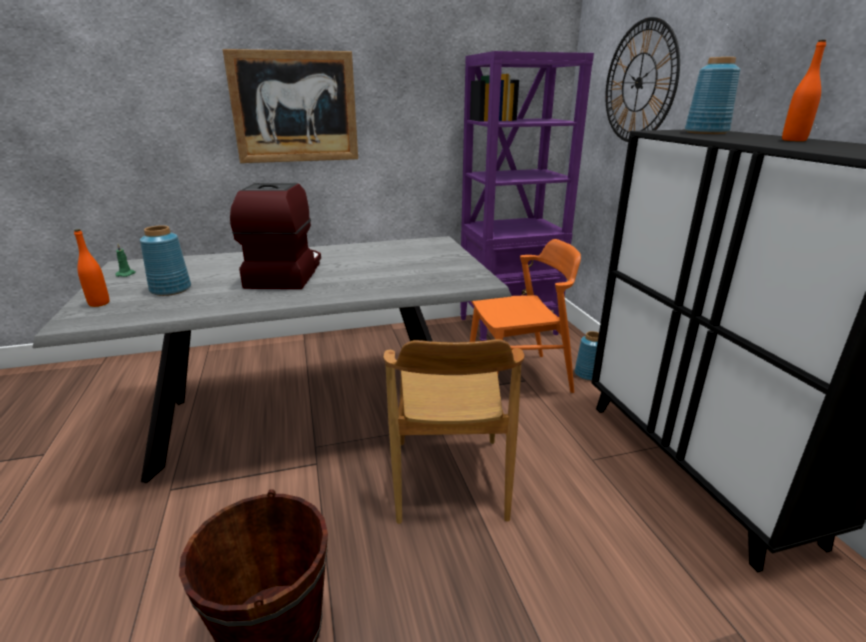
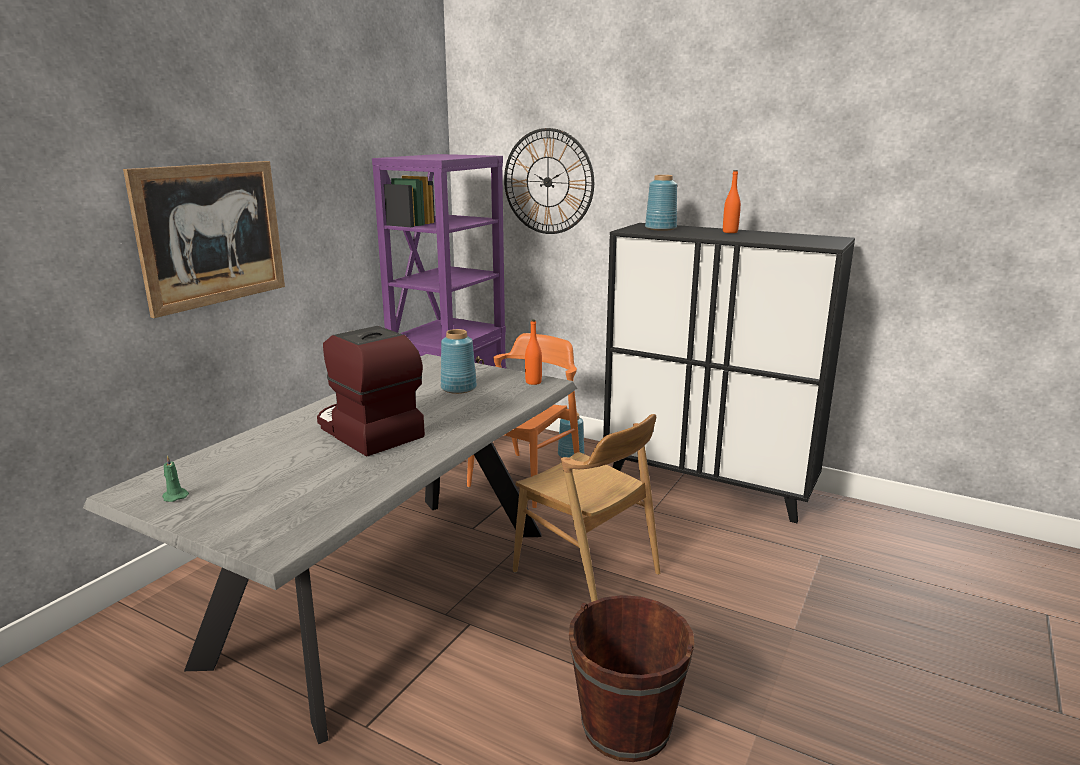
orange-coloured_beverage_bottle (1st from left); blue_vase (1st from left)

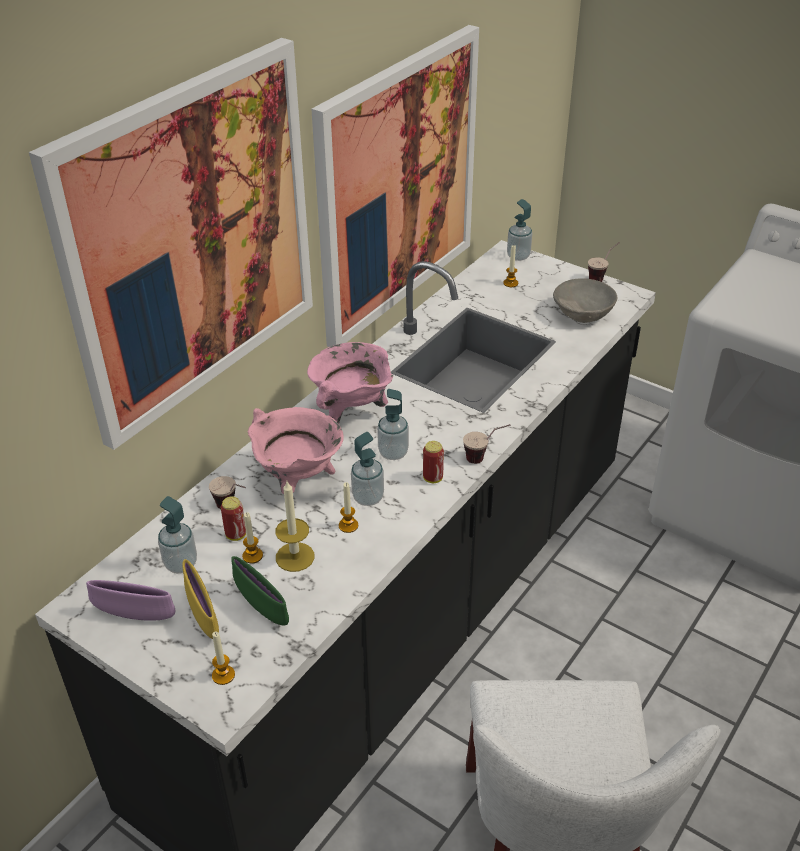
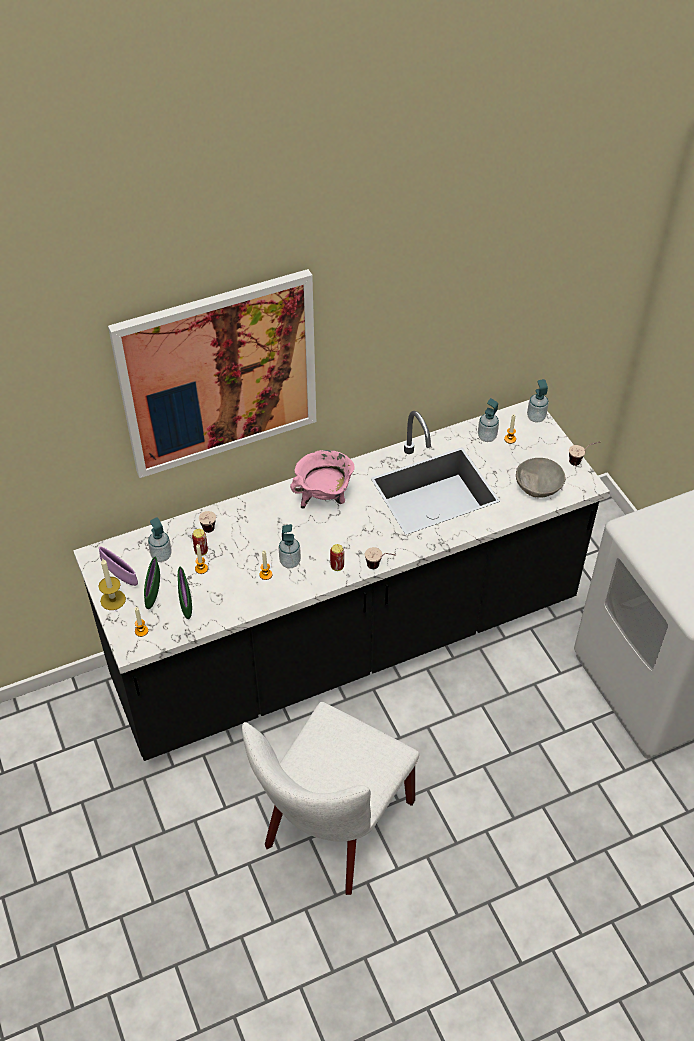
pinkish_stockpot (1st from left in the first image); wall_picture (2nd from left in the first image); candle (1st from left); liquid_soap_bottle (3rd from left); green_bowl (1st from left)

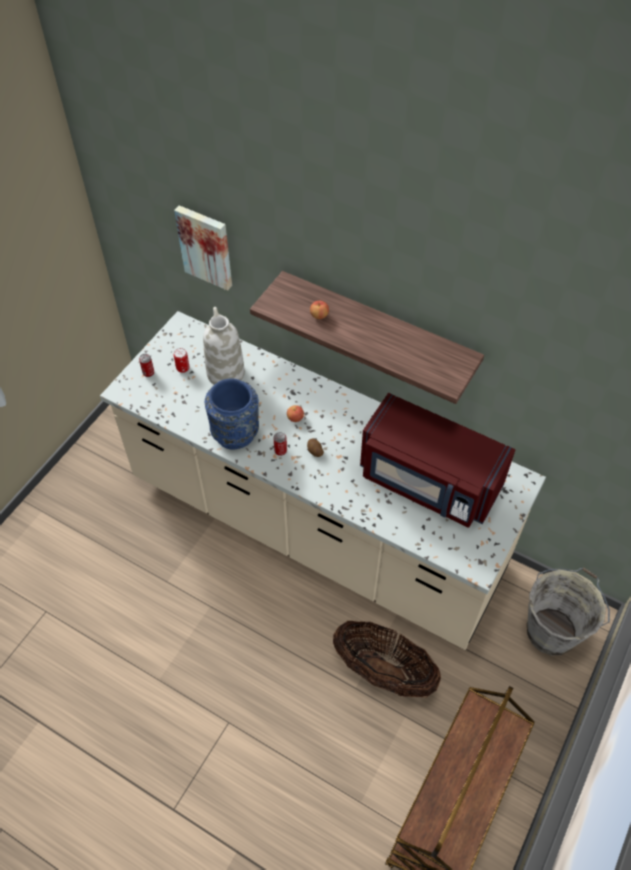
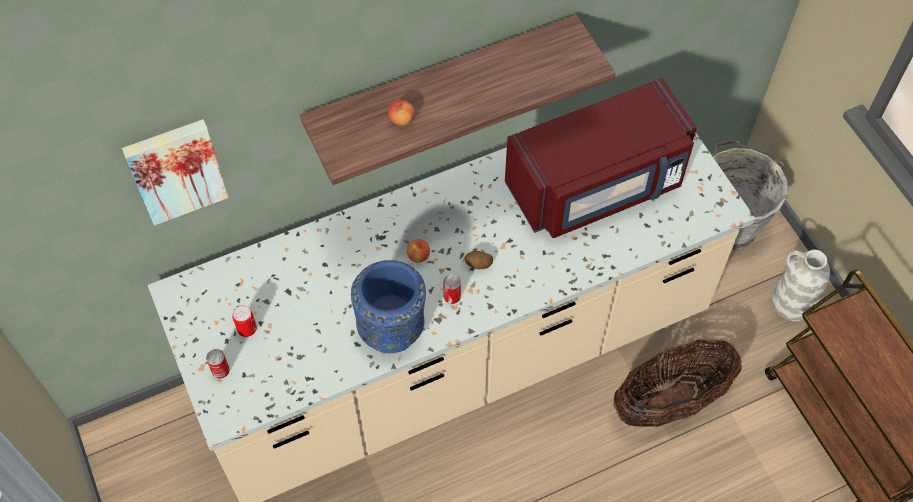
white_vase

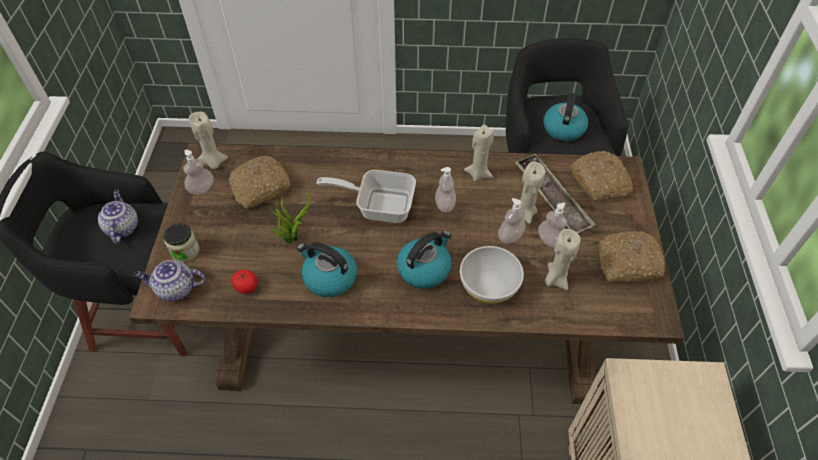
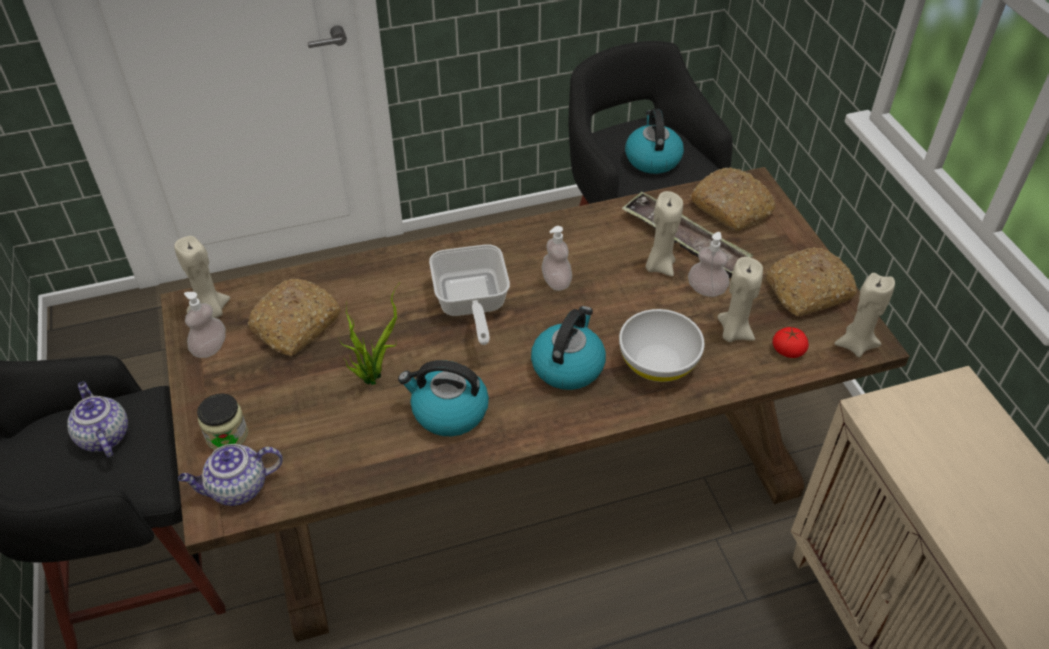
liquid_soap_bottle (3rd from left in the first image); whole_tomato; sand-coloured_candle (4th from left); pan

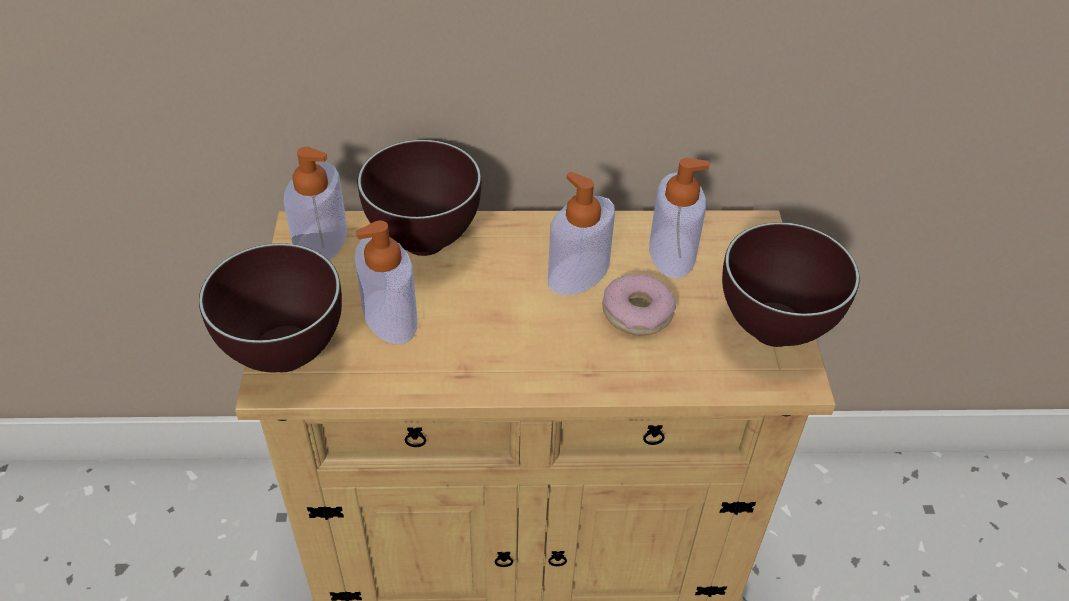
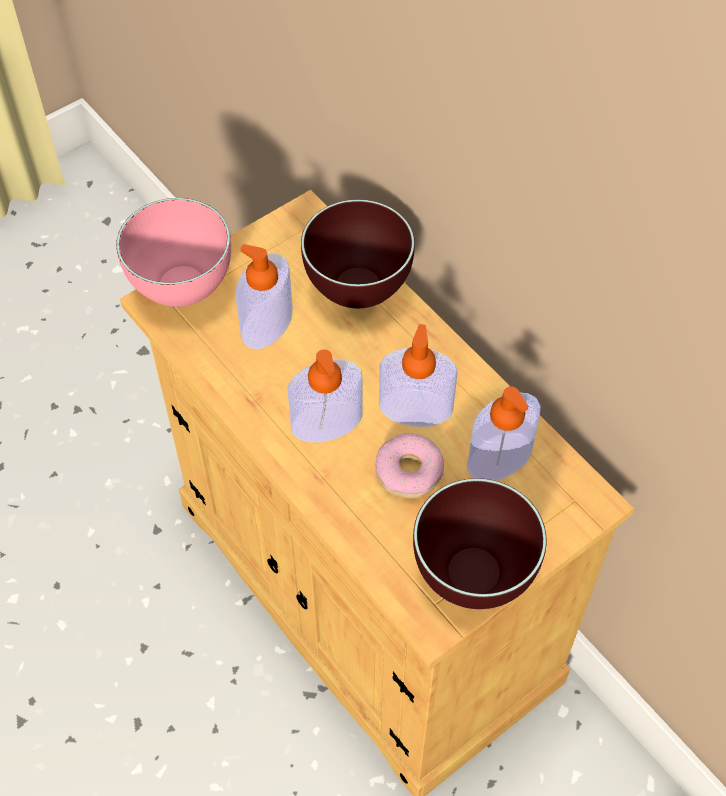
liquid_soap_bottle (2nd from left); pinkish_bowl

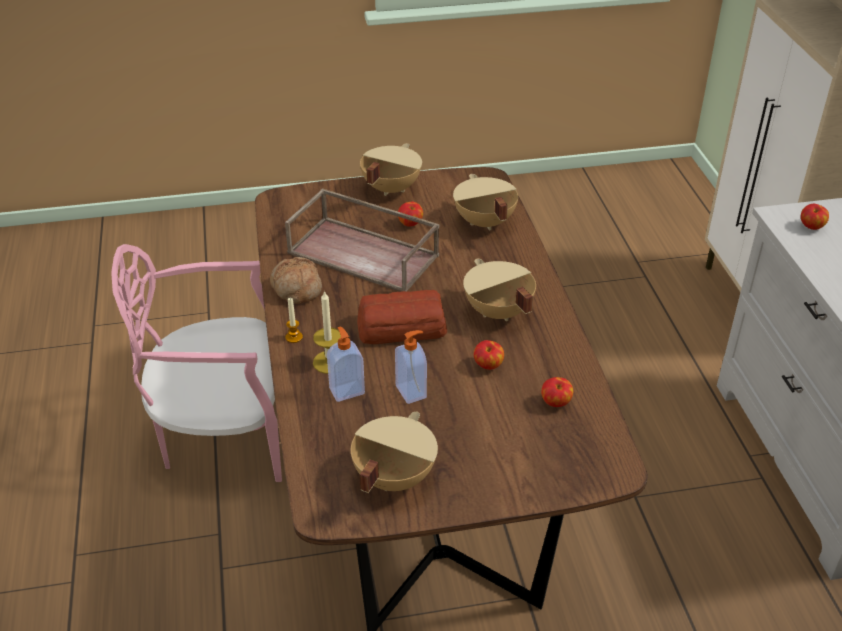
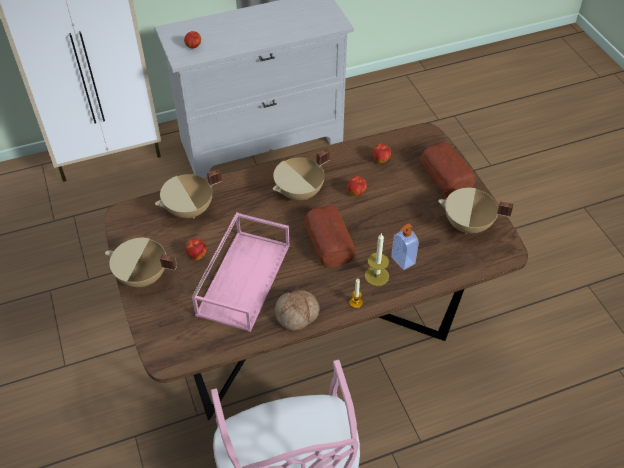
liquid_soap_bottle (2nd from left in the first image); bread (3rd from left); pinkish_tray

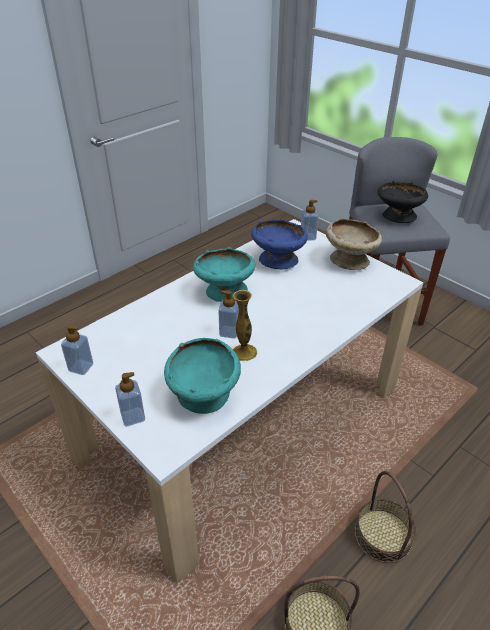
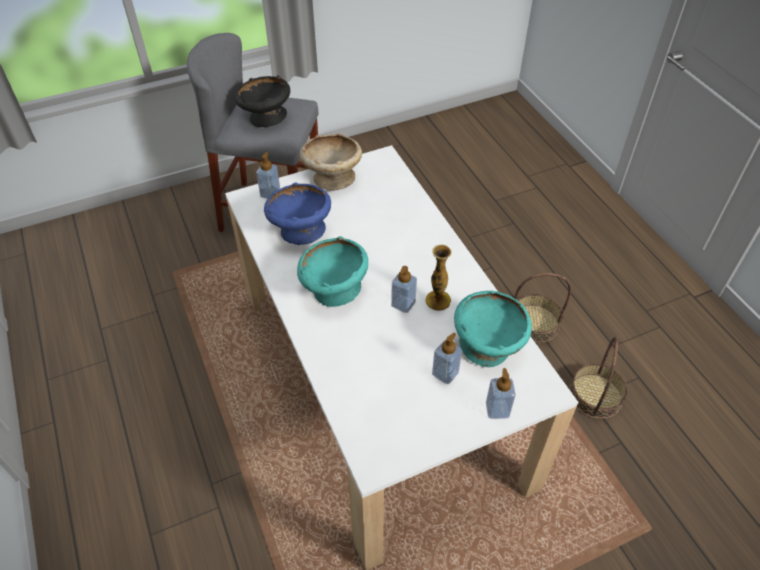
liquid_soap_bottle (3rd from left)

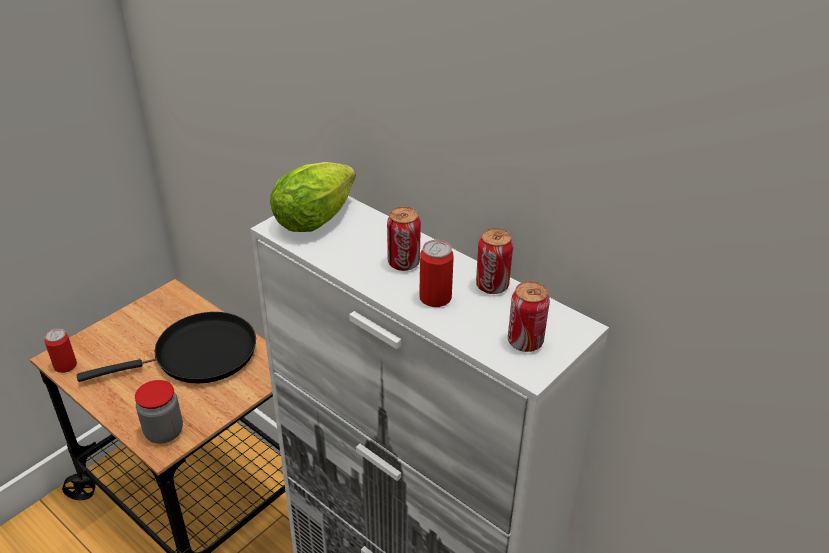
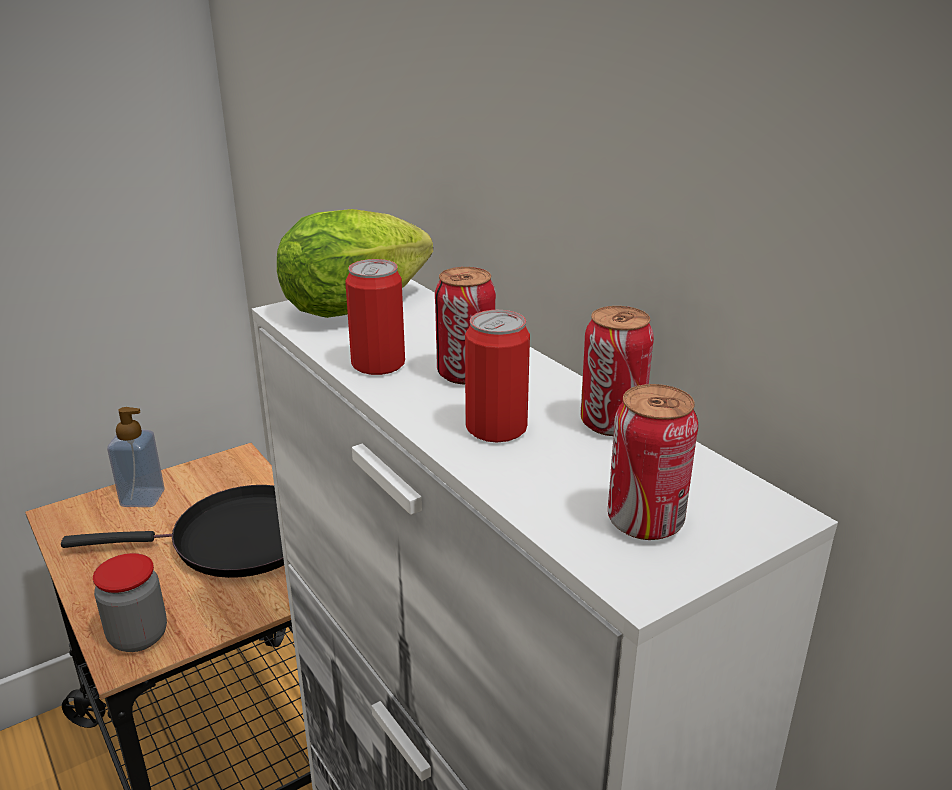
liquid_soap_bottle; sealed_can (1st from left)

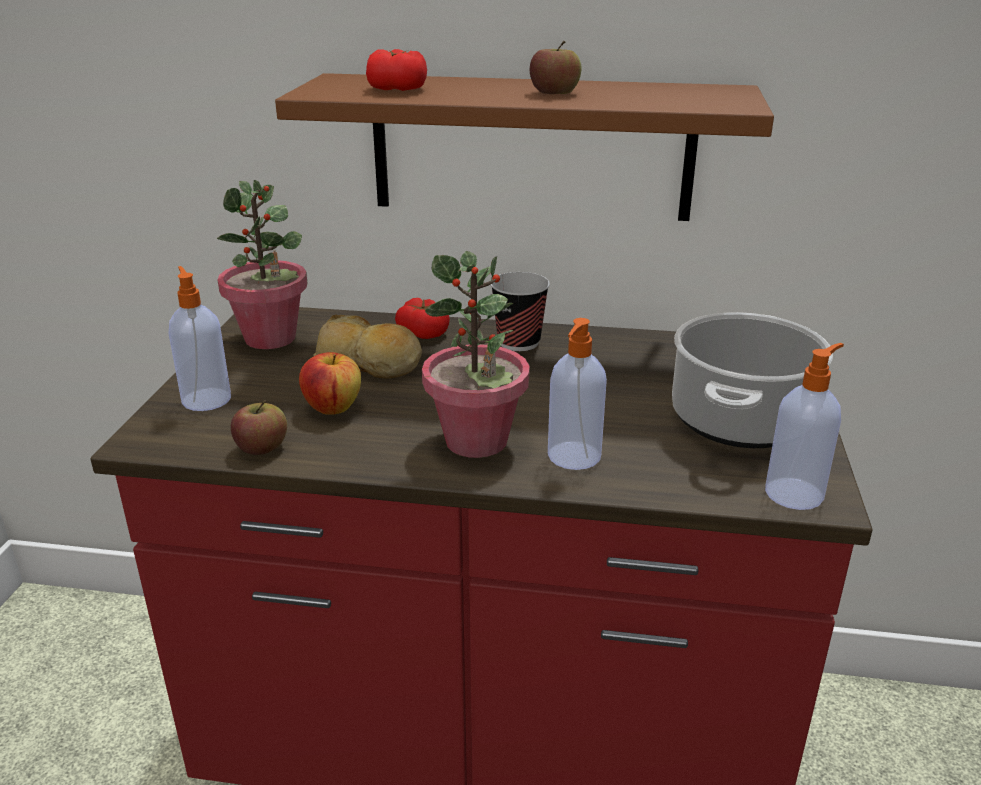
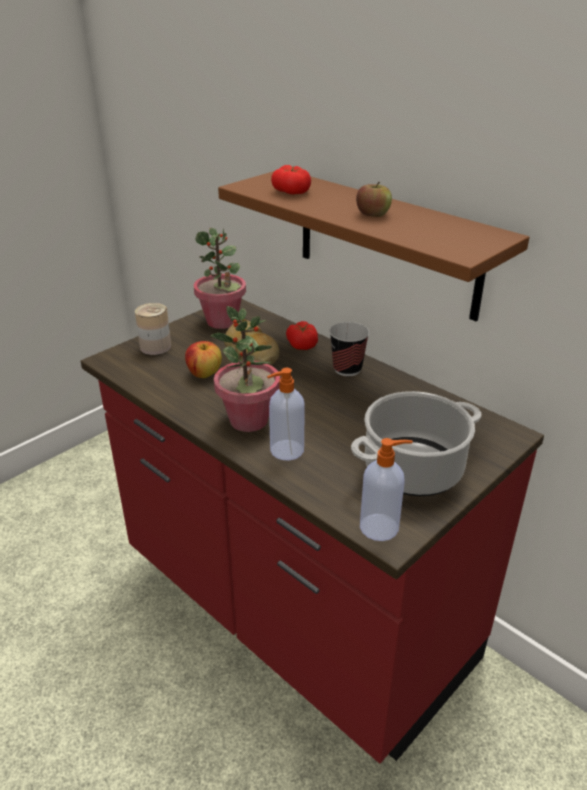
apple (1st from left in the first image); sealed_can

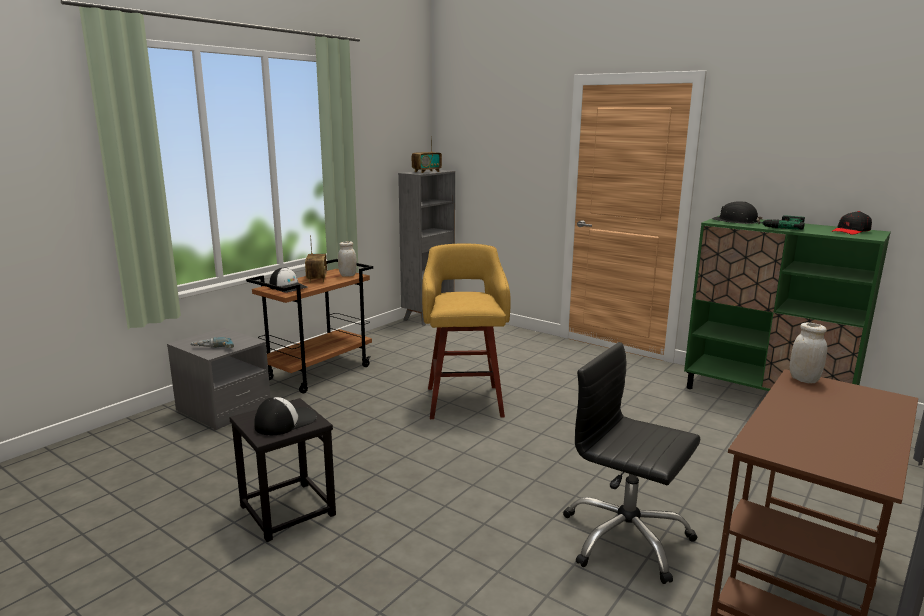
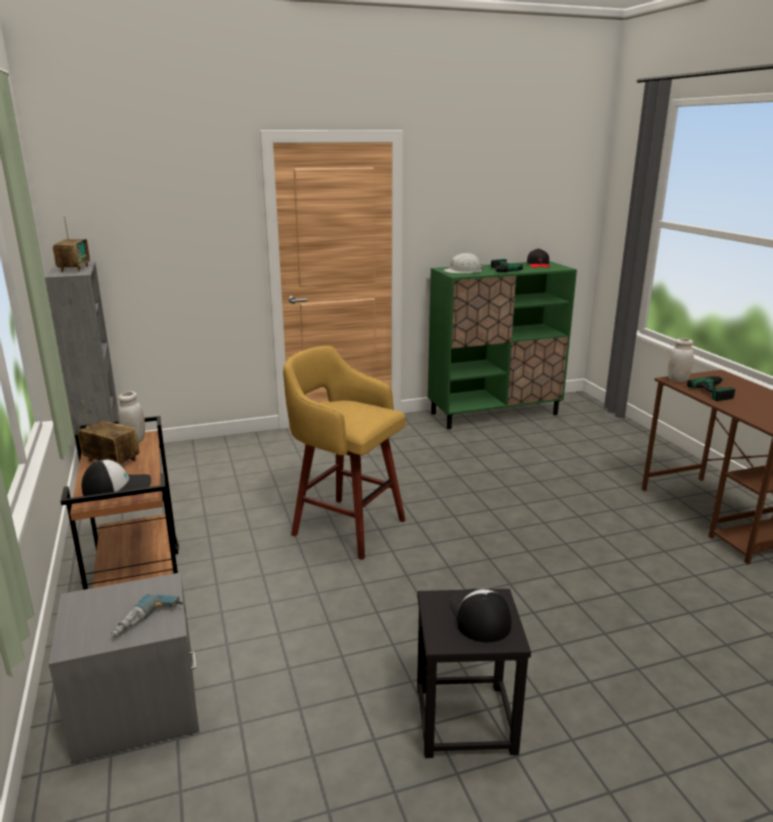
black_desk_chair; drill (3rd from left); white_work_helmet

